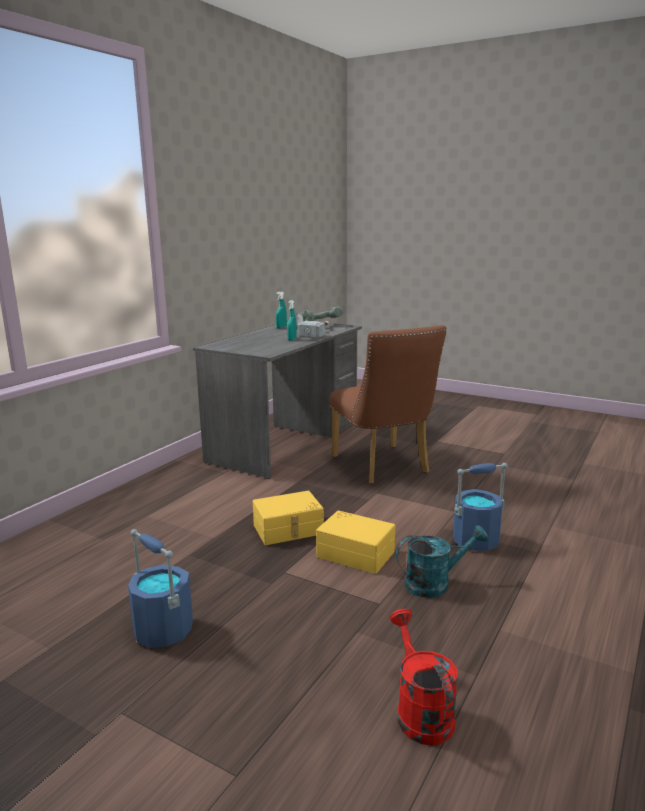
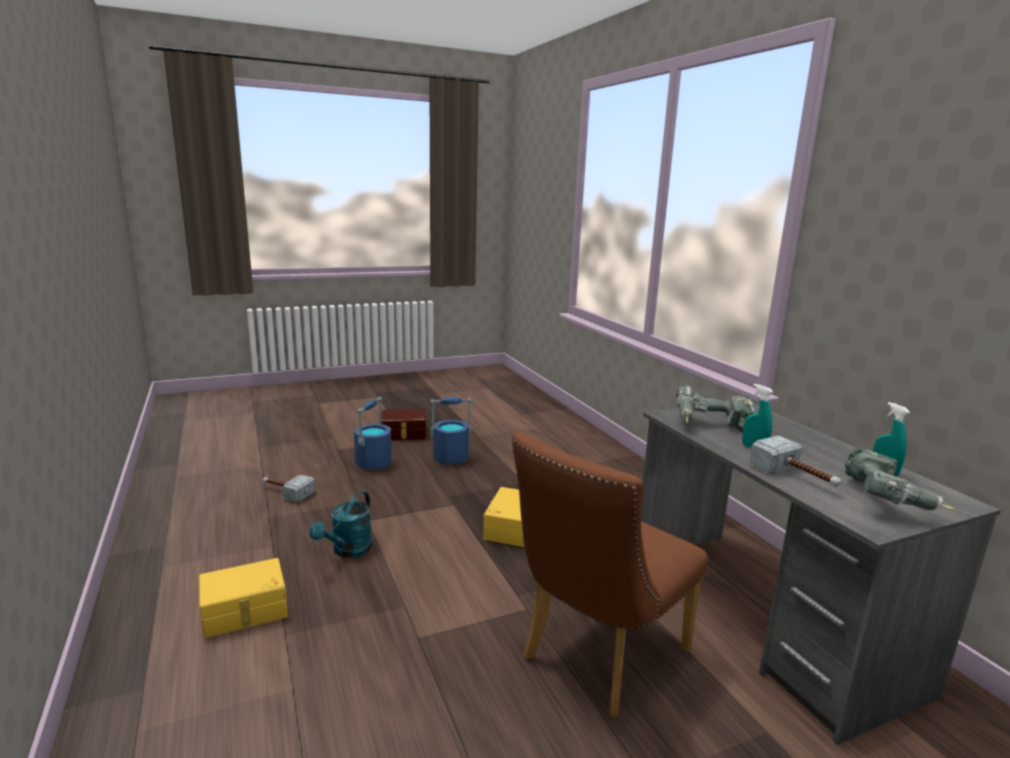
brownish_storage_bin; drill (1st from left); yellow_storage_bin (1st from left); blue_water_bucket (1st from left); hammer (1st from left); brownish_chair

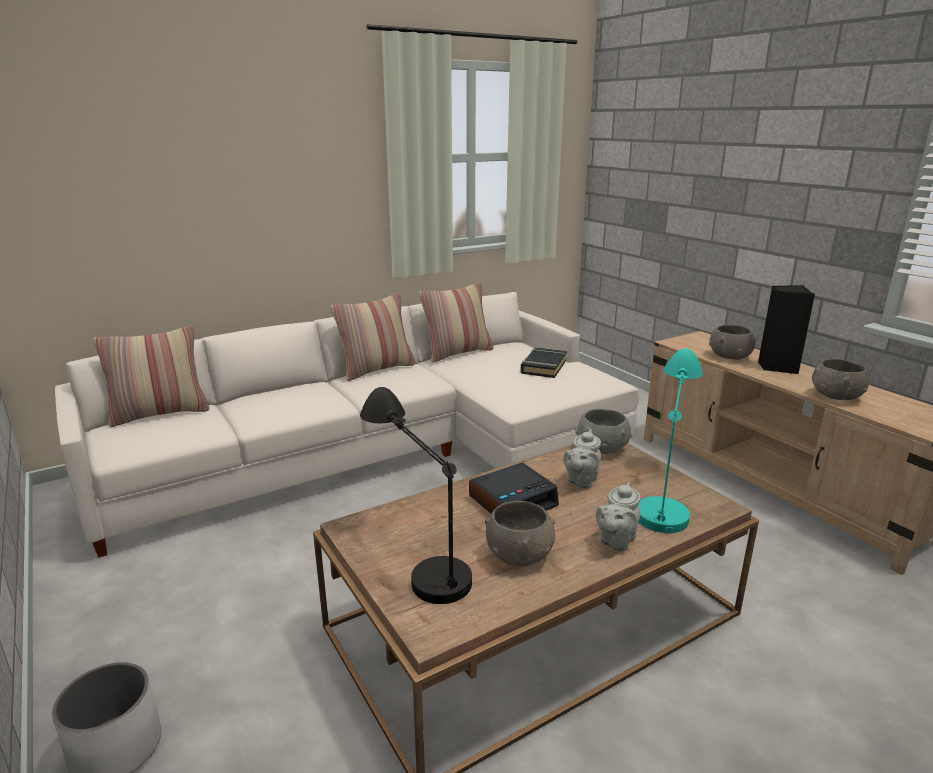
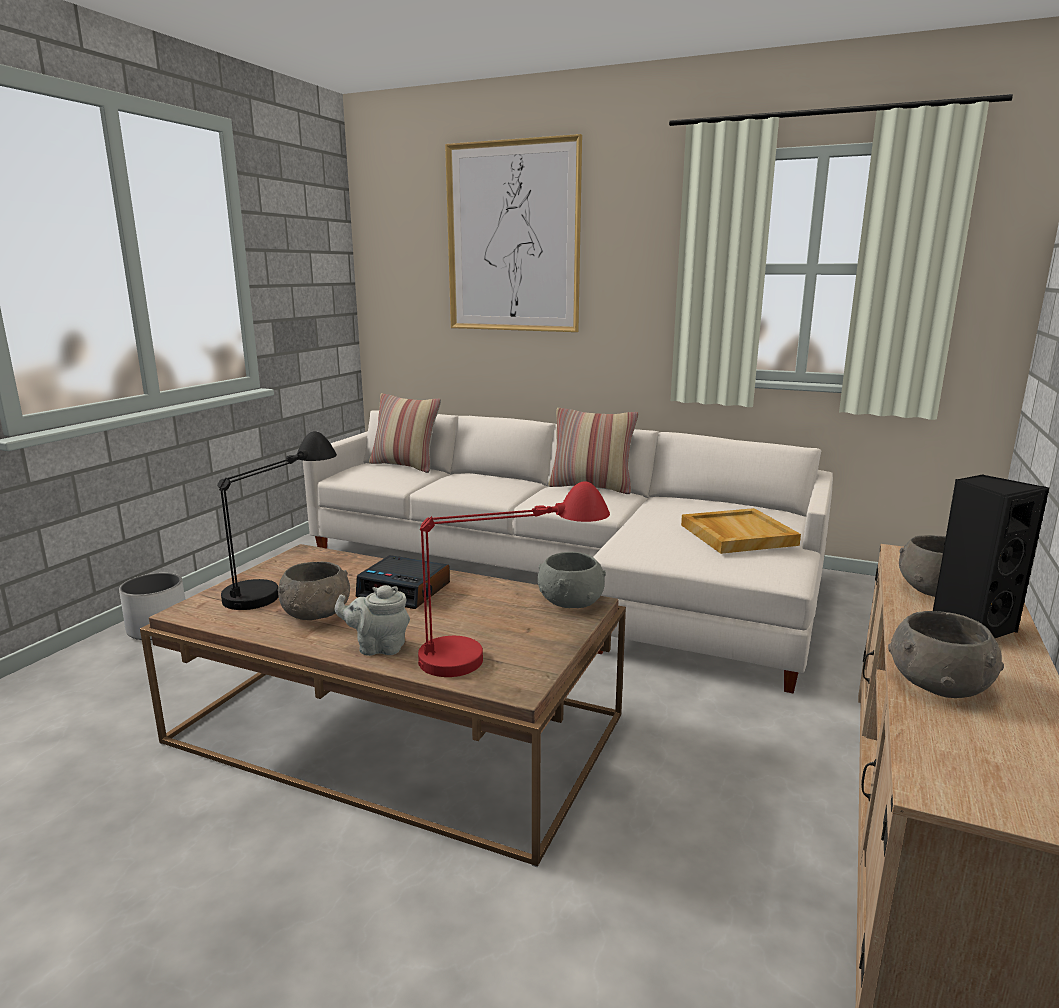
pillow (3rd from left in the first image); greyish_pot_for_tea (1st from left in the first image); wall_picture; sand-coloured_tray; reddish_lamp_for_a_table

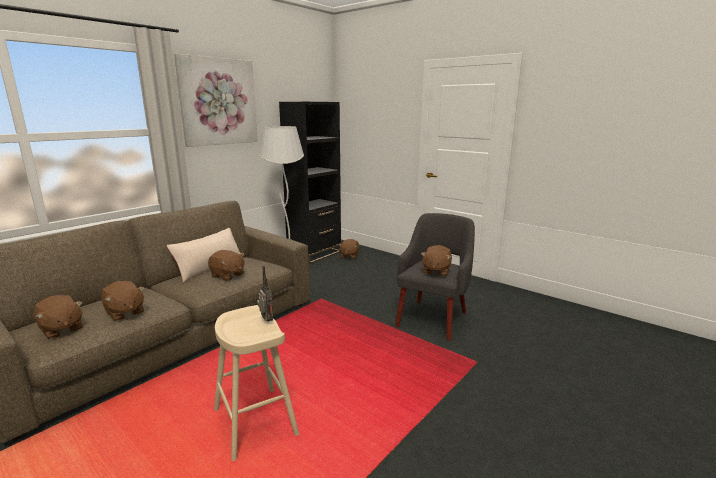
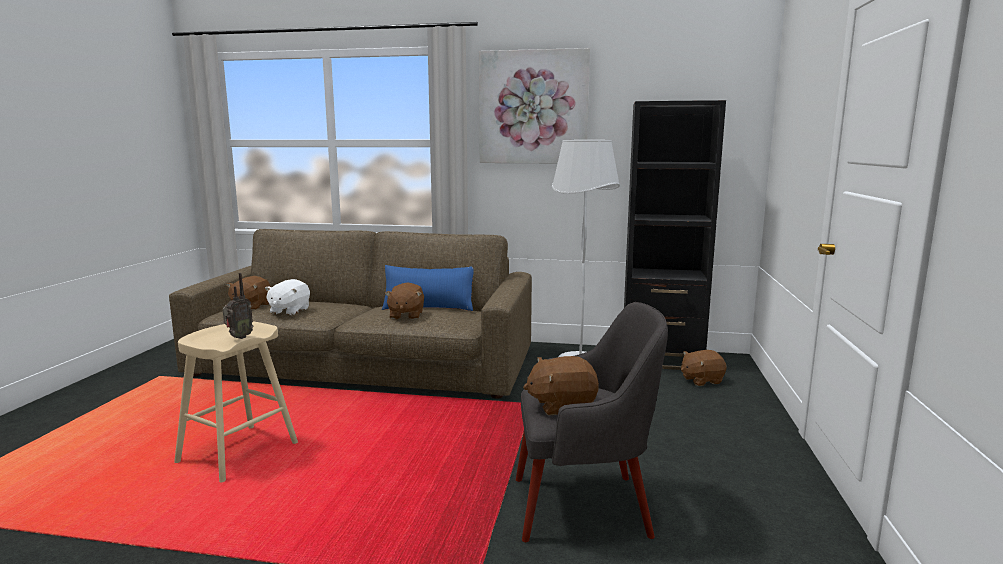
white_cuddly_toy; blue_pillow

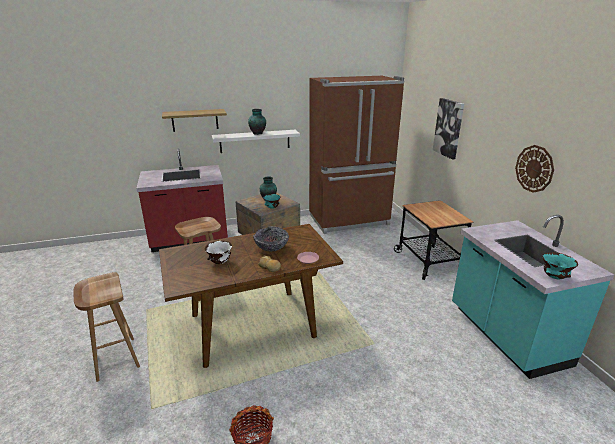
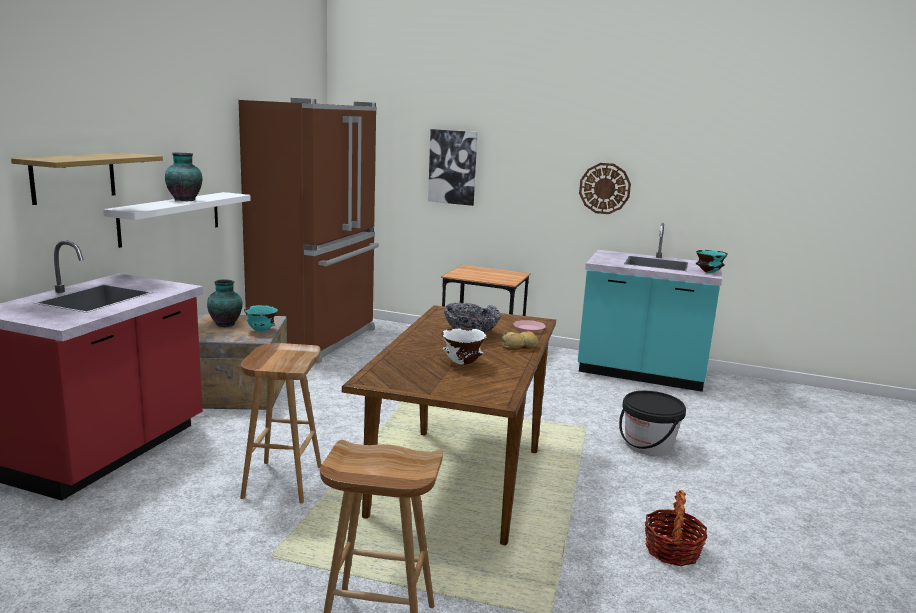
black_water_bucket

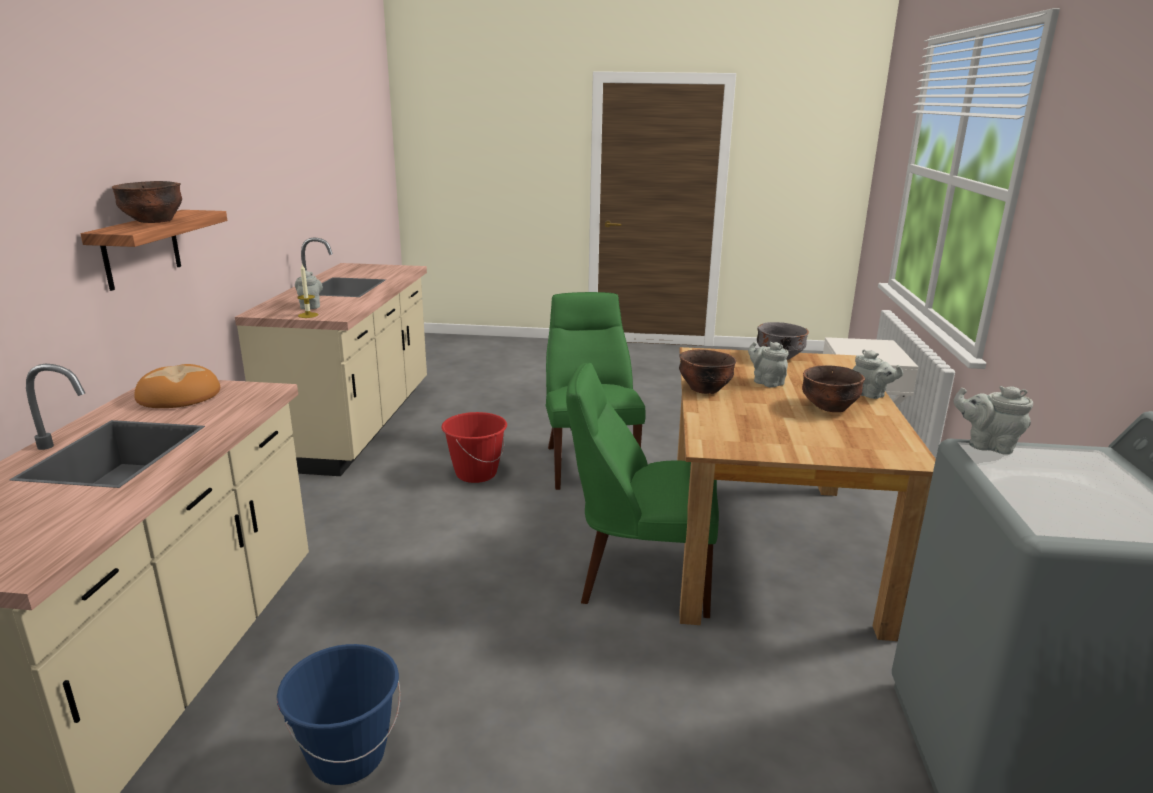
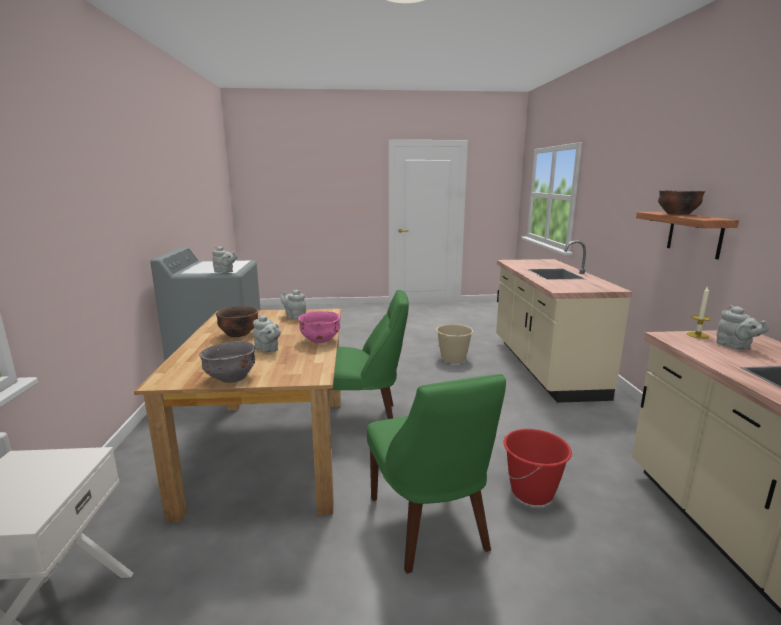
bread; greyish_pot_for_tea (3rd from left); sand-coloured_water_bucket; pinkish_bowl

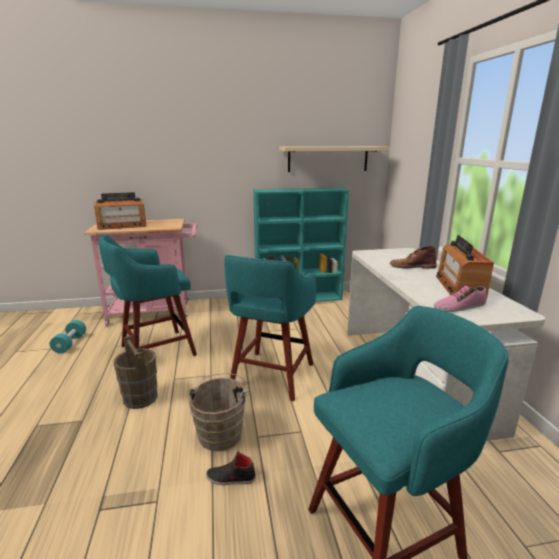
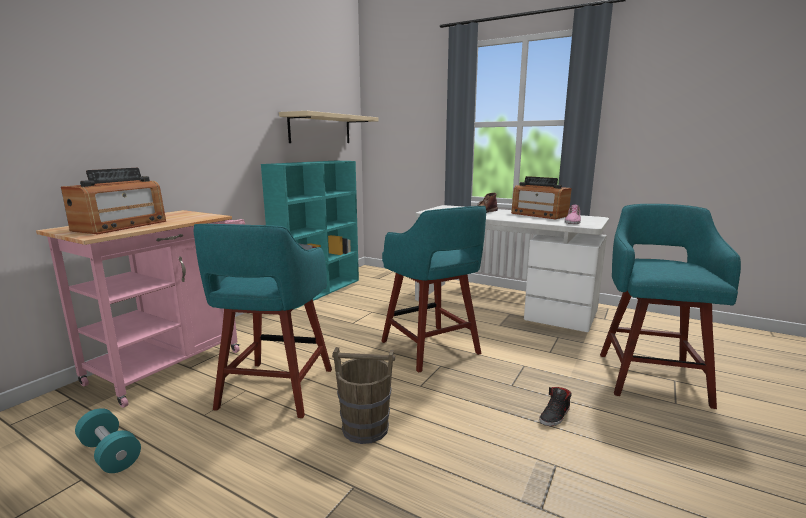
brownish_water_bucket (2nd from left in the first image)

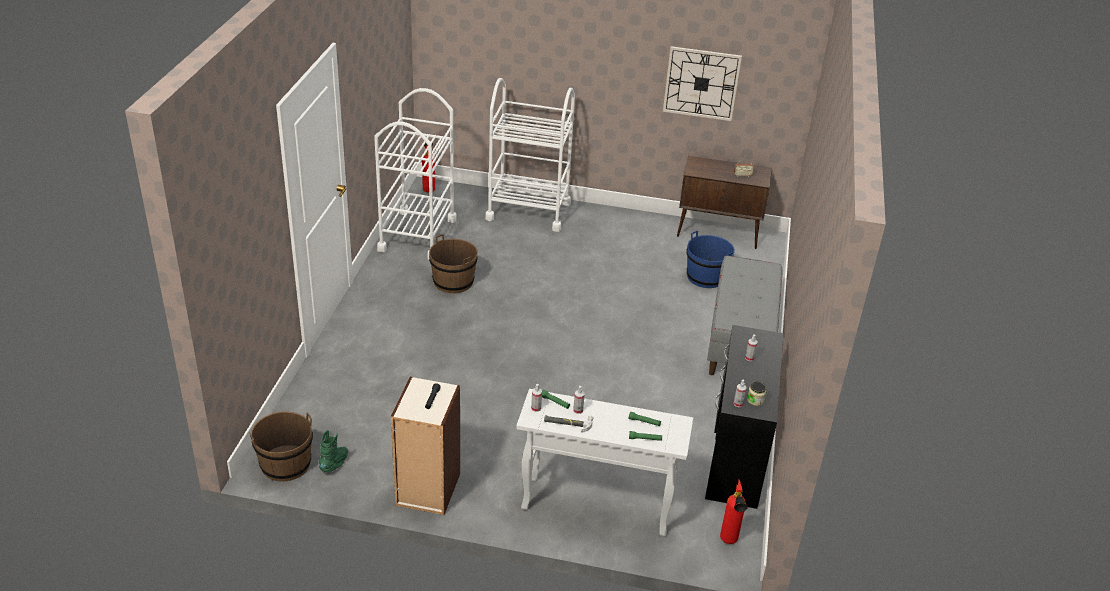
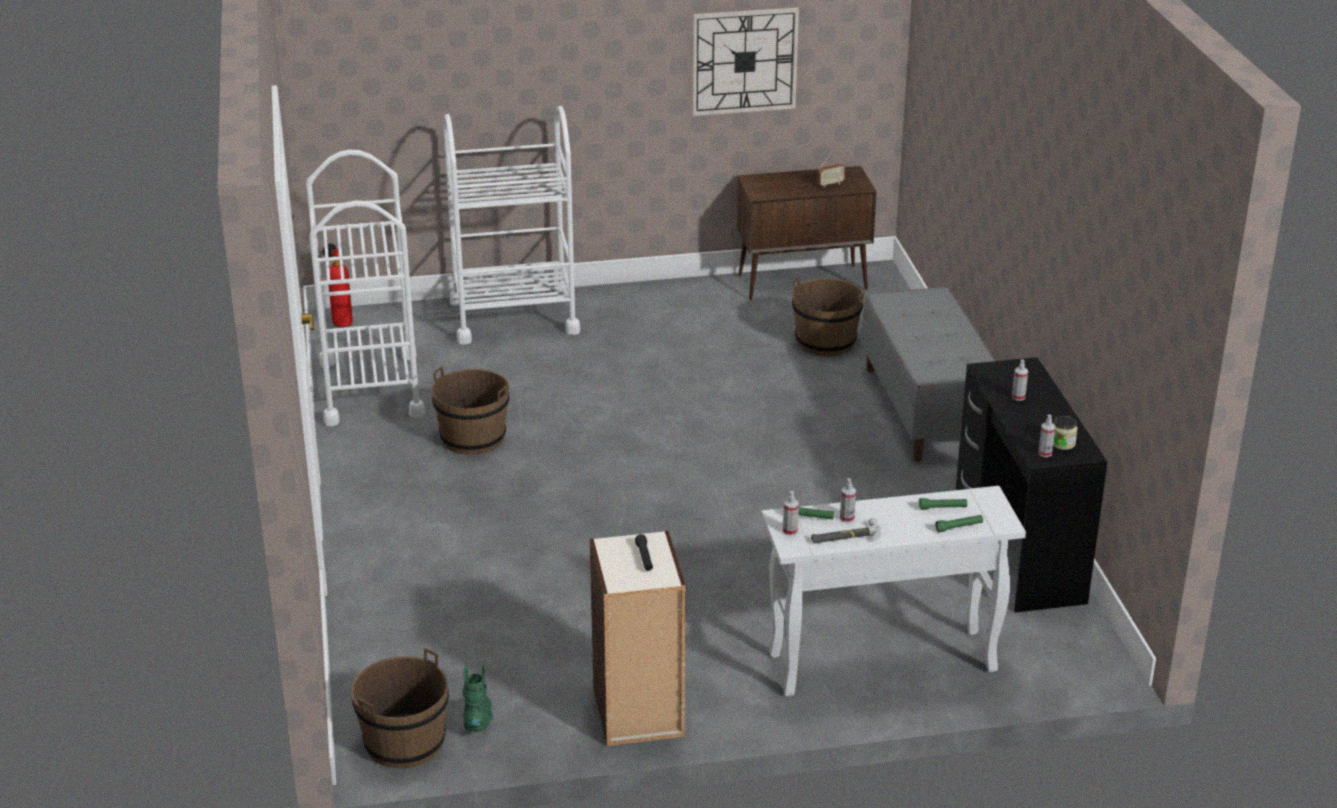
fire_extinguisher (2nd from left in the first image); brownish_water_bucket (3rd from left)

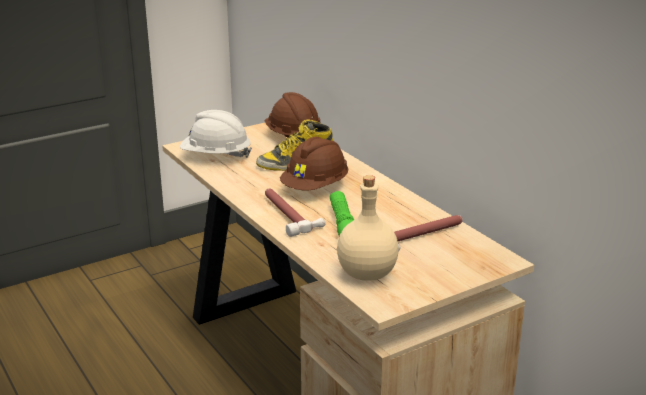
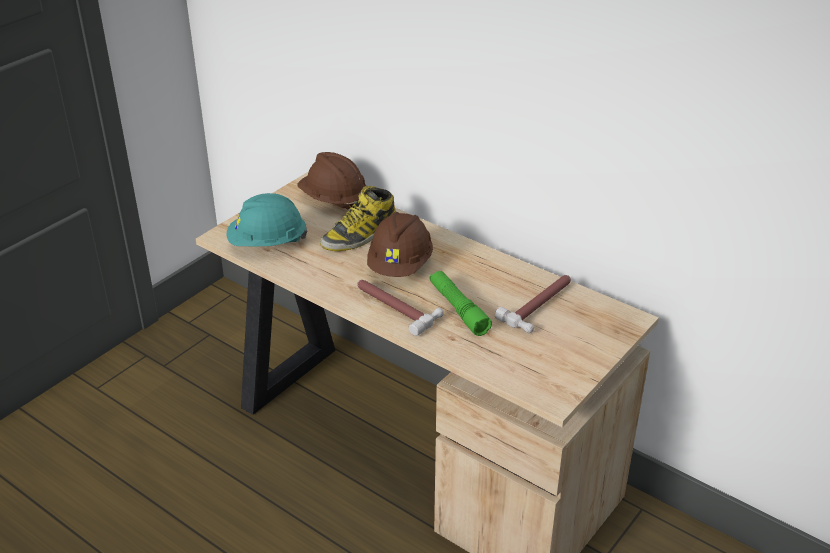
sand-coloured_beverage_bottle; turquoise-coloured_work_helmet

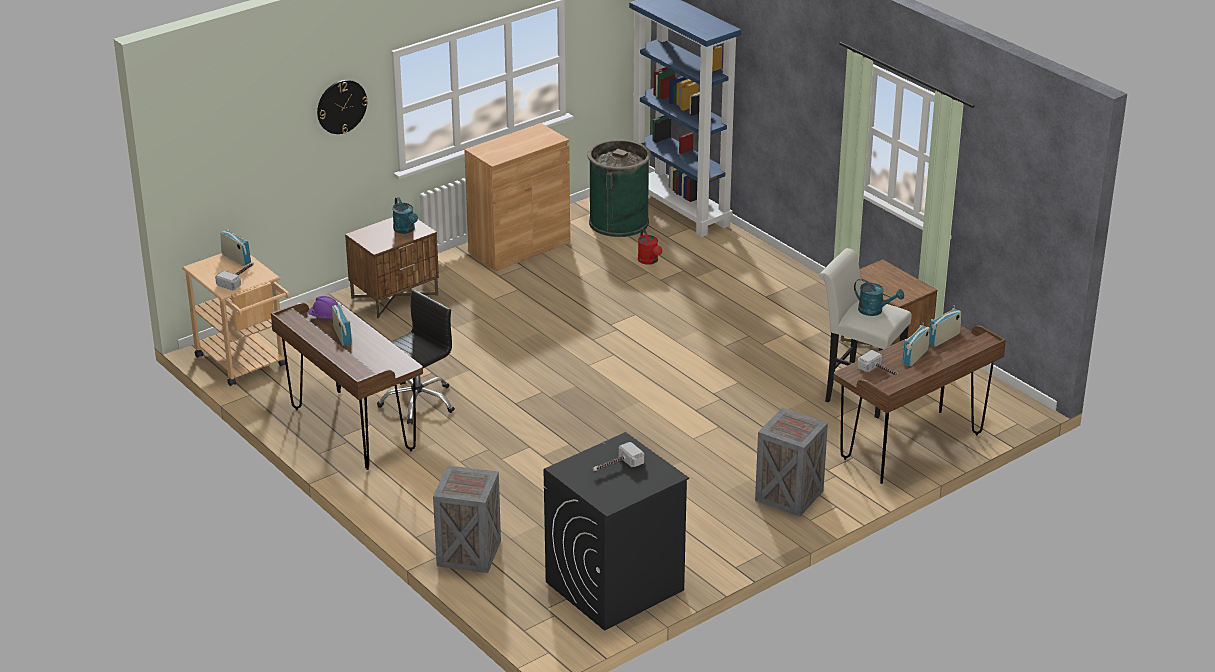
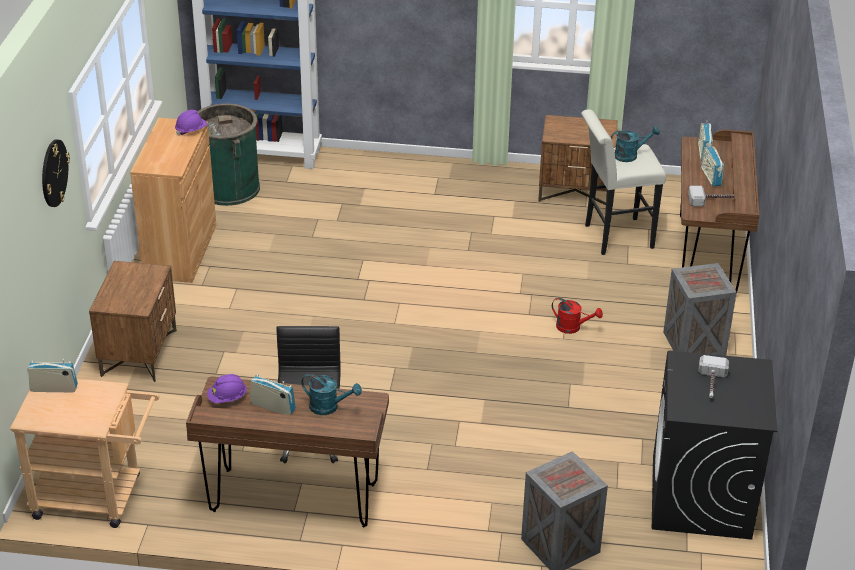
hammer (1st from left in the first image); purple-coloured_work_helmet (1st from left); turquoise-coloured_watering_pot (1st from left); reddish_watering_pot

